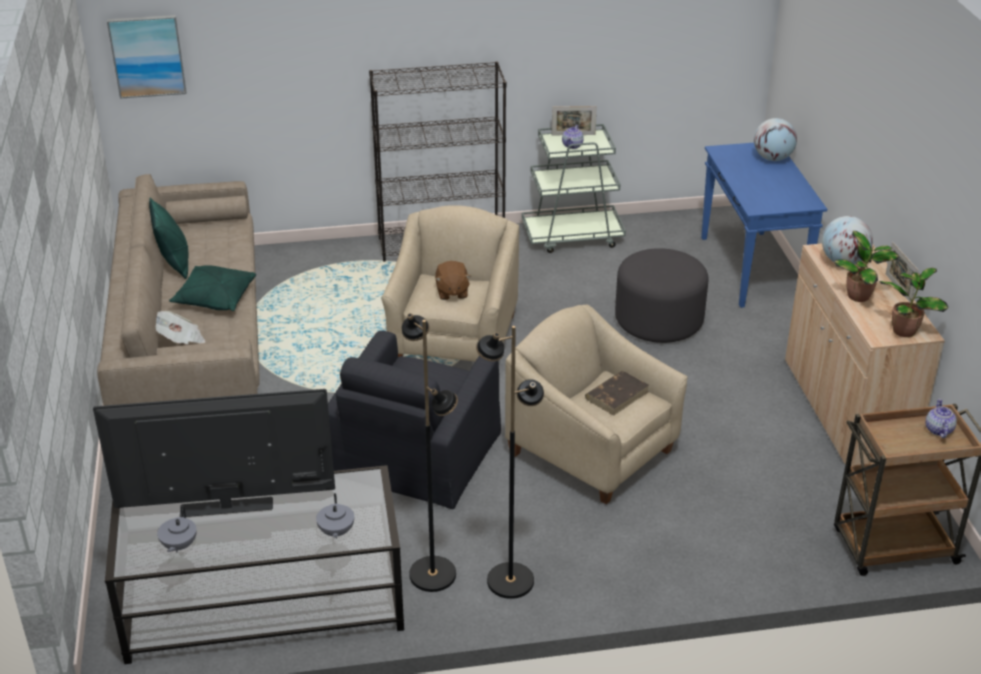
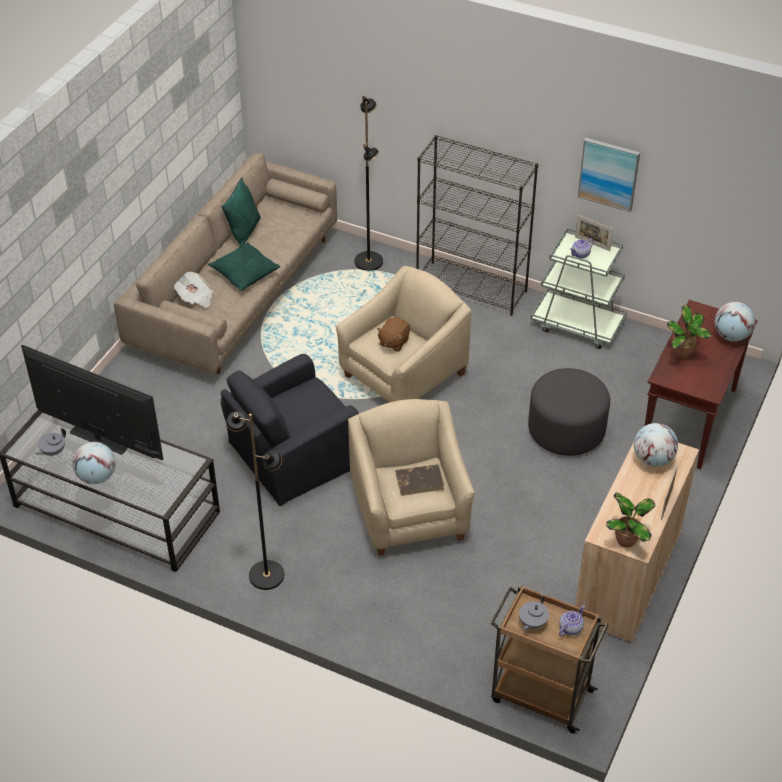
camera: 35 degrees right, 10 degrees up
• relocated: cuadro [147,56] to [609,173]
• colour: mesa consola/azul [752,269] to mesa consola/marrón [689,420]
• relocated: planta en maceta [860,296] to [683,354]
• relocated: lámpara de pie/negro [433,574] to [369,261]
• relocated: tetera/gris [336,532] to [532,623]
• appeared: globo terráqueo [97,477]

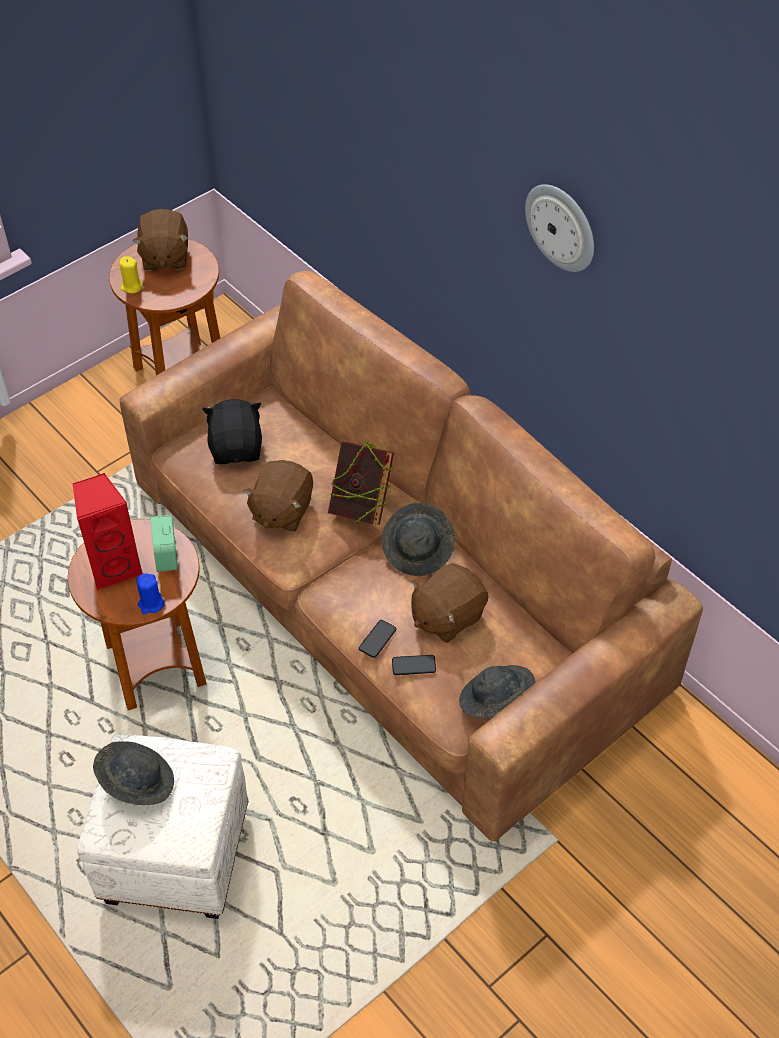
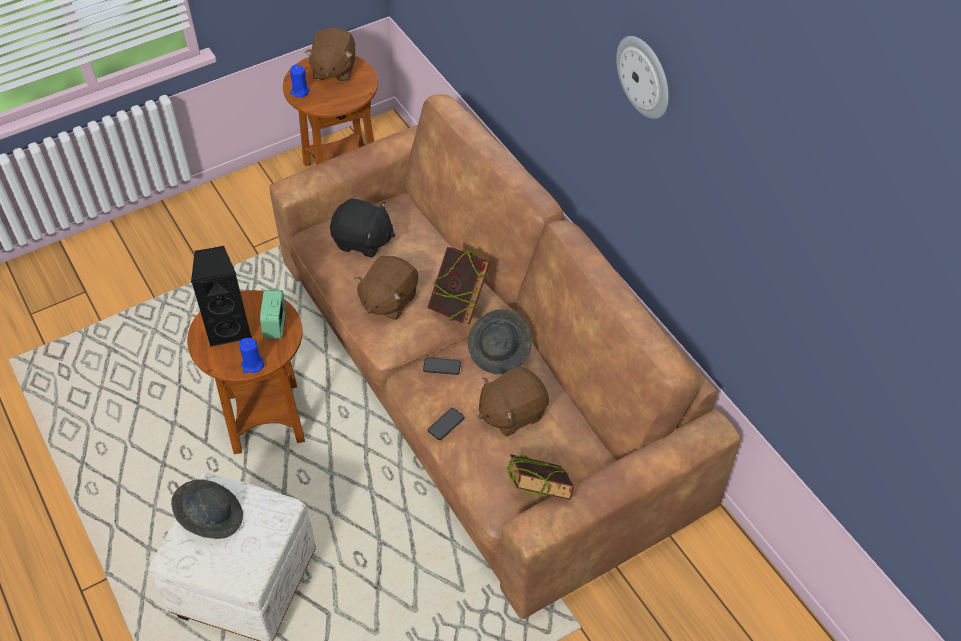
camera: 10 degrees right, 0 degrees up
• colour: vela/amarillo [131,286] to vela/azul [300,91]
• spun: peluche/negro [237,448] = [363,241] 105 degrees clockwise
• colour: altavoz/rojo [114,567] to altavoz/negro [229,328]
• relocated: móvil [413,665] to [442,366]
• exchanged: sombrero/gris [495,702] to libro [538,495]

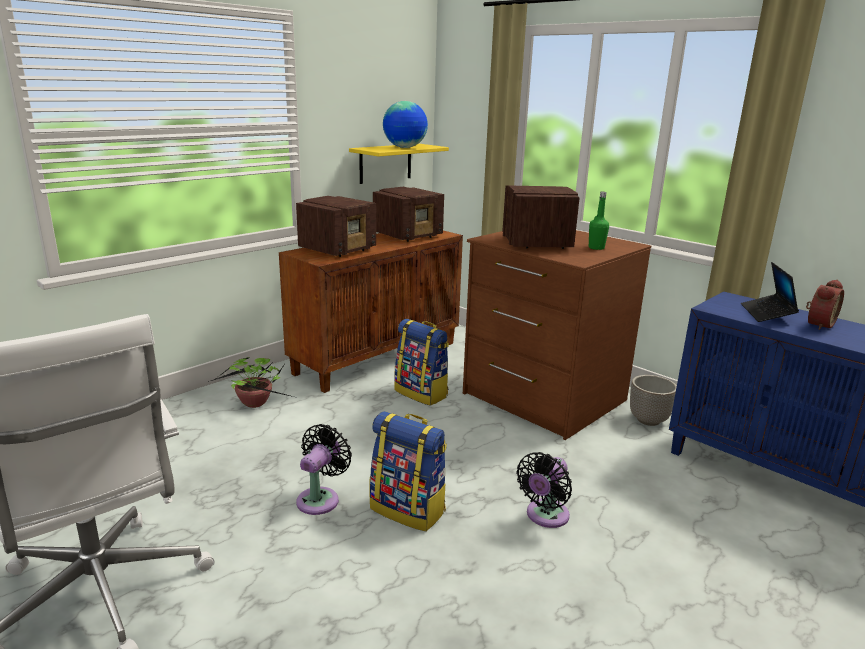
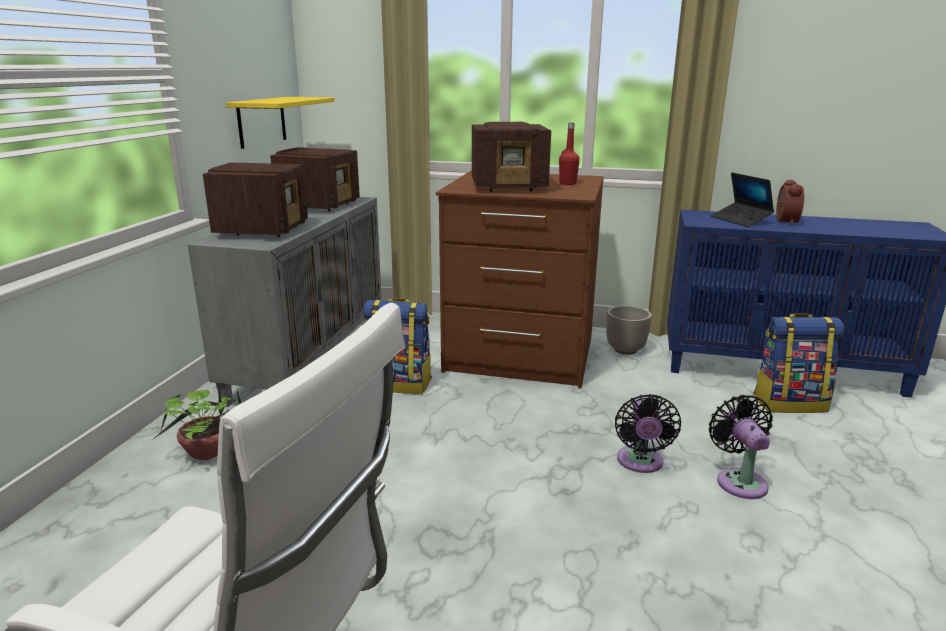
camera: 30 degrees left, 0 degrees up
• missing: globo terráqueo [405,147]
• spun: radio [536,243] = [510,187] 120 degrees clockwise
• colour: botella/verde [596,248] to botella/rojo [567,183]
• colour: armario/marrón [377,357] to armario/gris [309,359]
• relocated: mochila [409,509] to [790,403]
• relocated: ventilador/negro [320,498] to [739,480]

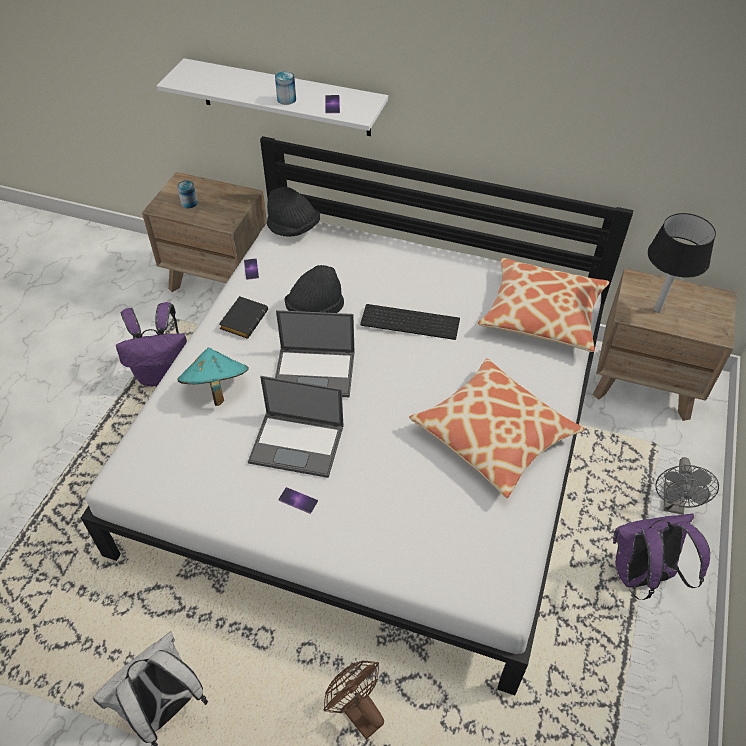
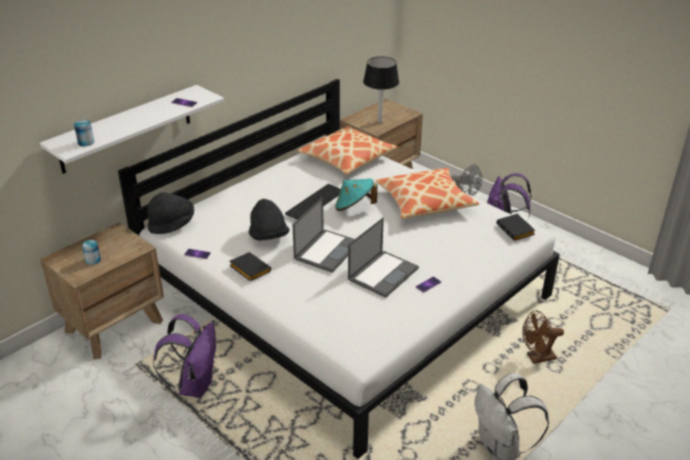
camera: 65 degrees left, 15 degrees down
• relocated: lata [286,99] to [86,142]
• relocated: sombrero/turquesa [216,388] to [354,207]
• appeared: libro/negro [516,230]

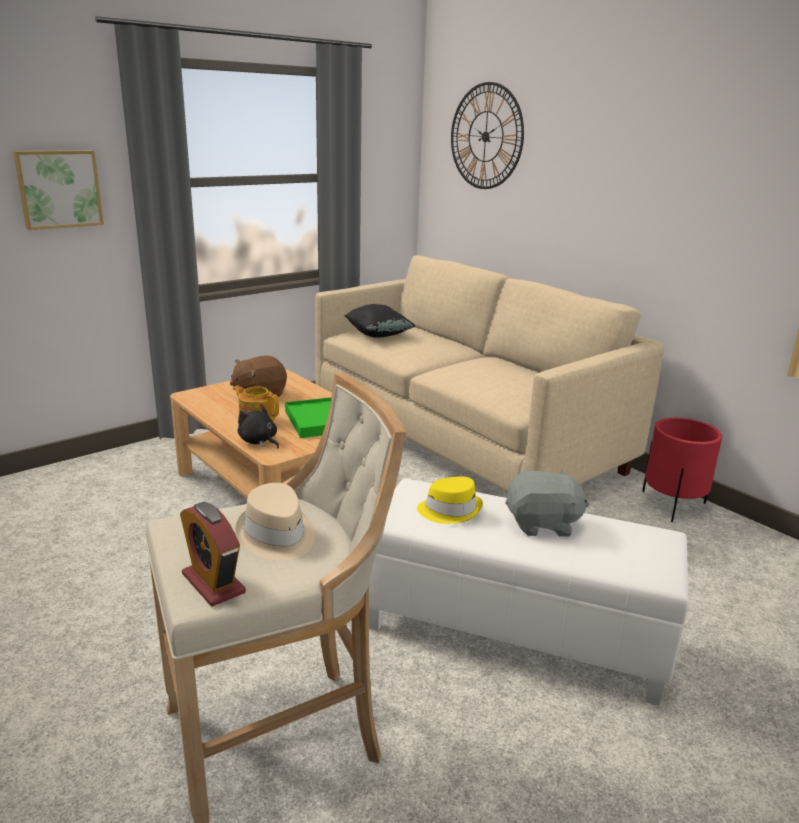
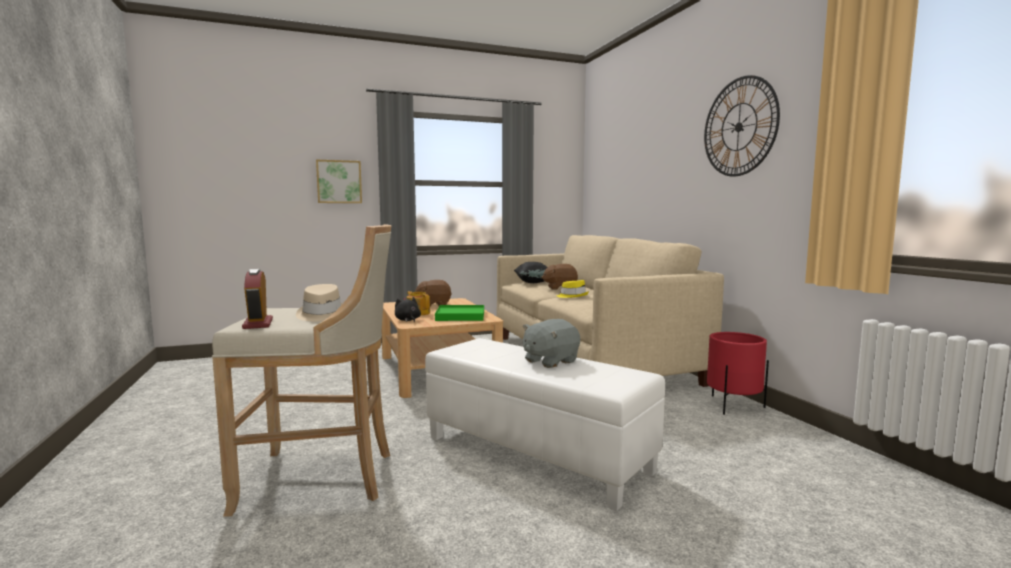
camera: 20 degrees right, 15 degrees down
• relocated: reloj de pared [486,136] to [739,127]
• spun: peluche/gris [542,524] = [550,361] 120 degrees clockwise
• relocated: sombrero/amarillo [450,510] to [572,296]
• appeared: peluche/marrón [560,288]

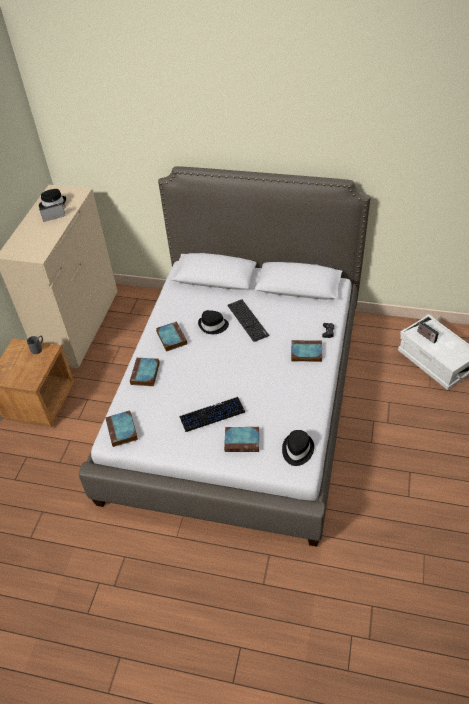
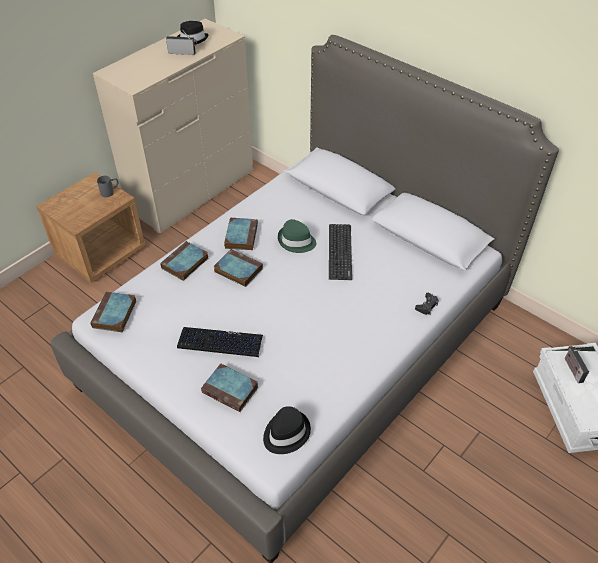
camera: 25 degrees right, 0 degrees up
• colour: sombrero/negro [213,326] to sombrero/verde [296,241]
• relocated: libro [305,353] to [237,270]

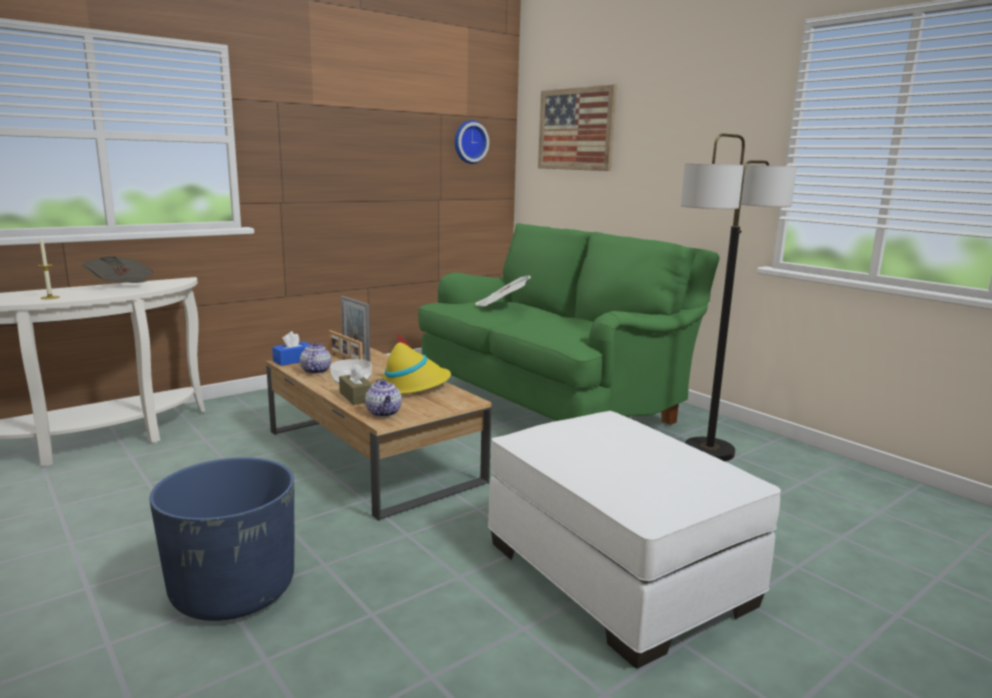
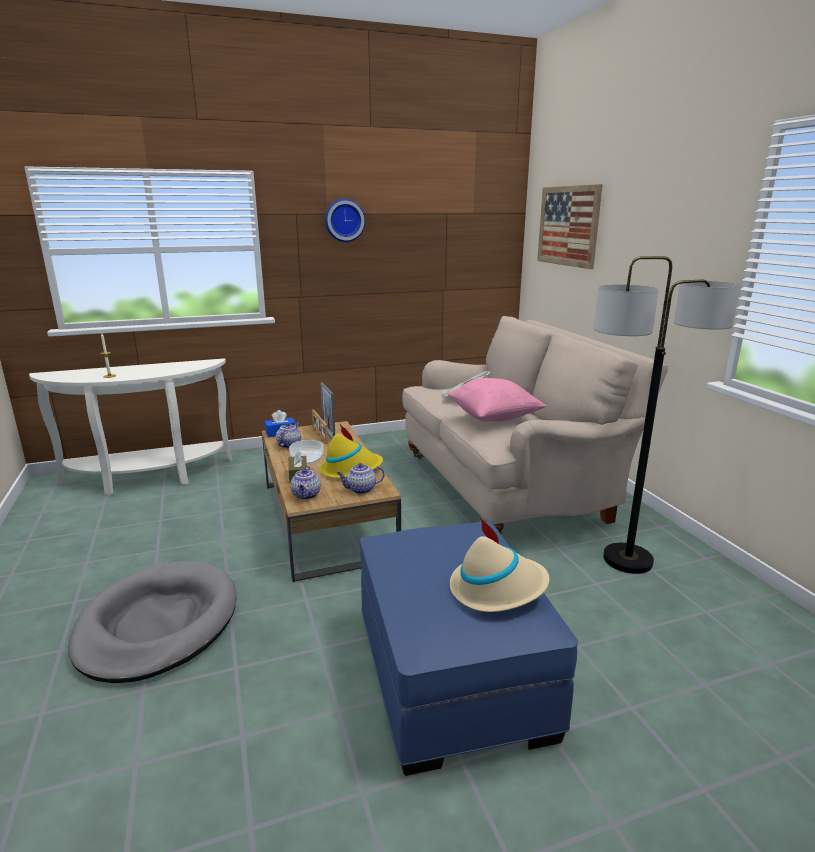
camera: 20 degrees right, 5 degrees up
• relocated: reloj de pared [469,142] to [344,220]
• colour: sofá/verde [552,404] to sofá/beis [509,486]
• missing: periódico [123,288]
• colour: puf/blanco [618,574] to puf/azul [452,676]
• exchanged: maceta/azul [233,590] to cama para perro/gris [158,624]
• appeared: cojín/rosa [494,419]
• appeared: tetera [360,489]
• appeared: sombrero/beis [497,588]

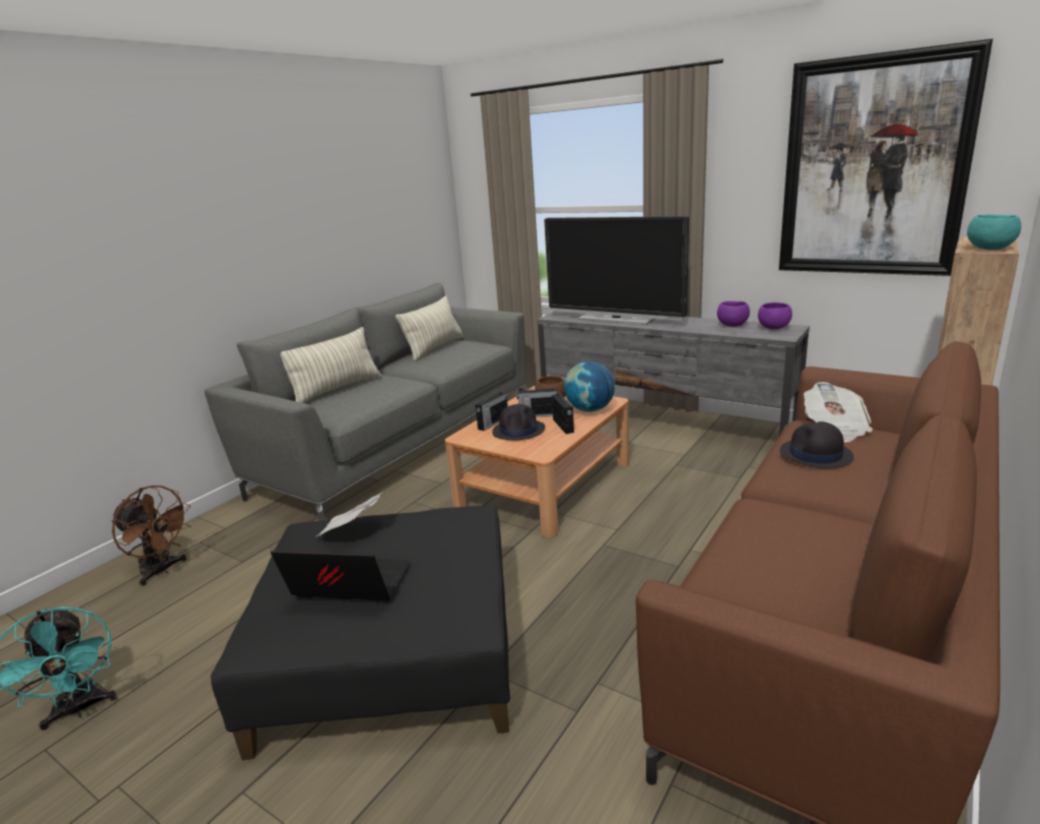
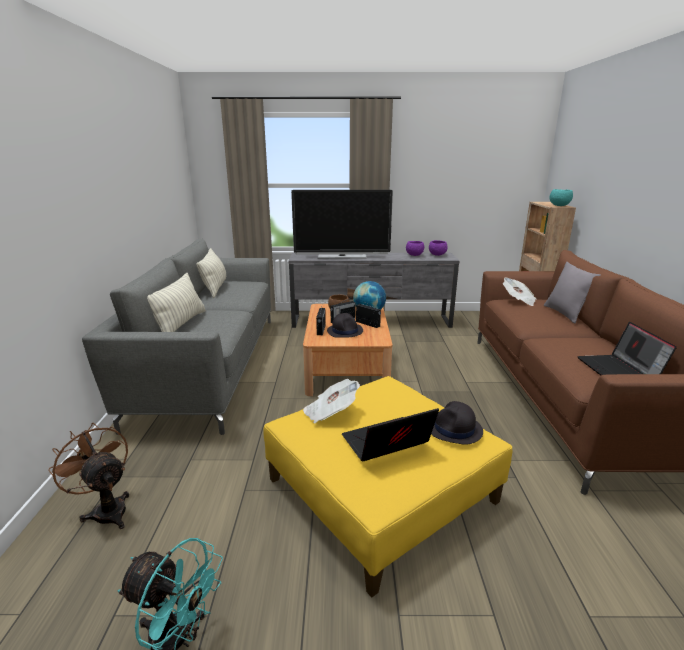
camera: 35 degrees left, 0 degrees up
• missing: cuadro [873,168]
• relocated: sombrero/negro [815,455] to [454,429]
• spun: ventilador/marrón [162,571] = [107,509] 135 degrees counterclockwise
• colour: puf/negro [391,652] to puf/amarillo [380,490]
• appeared: cojín/gris [565,314]
• appeared: portátil [619,371]

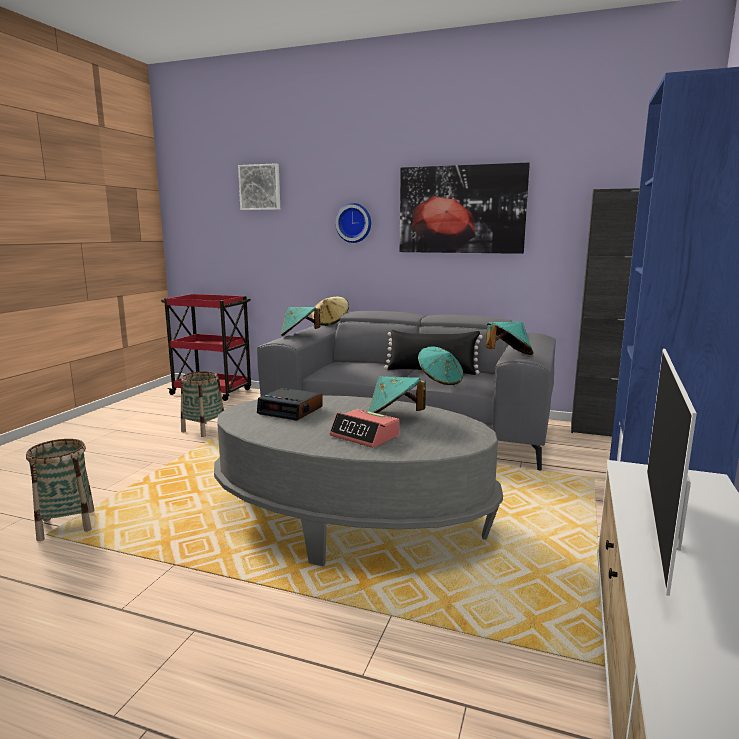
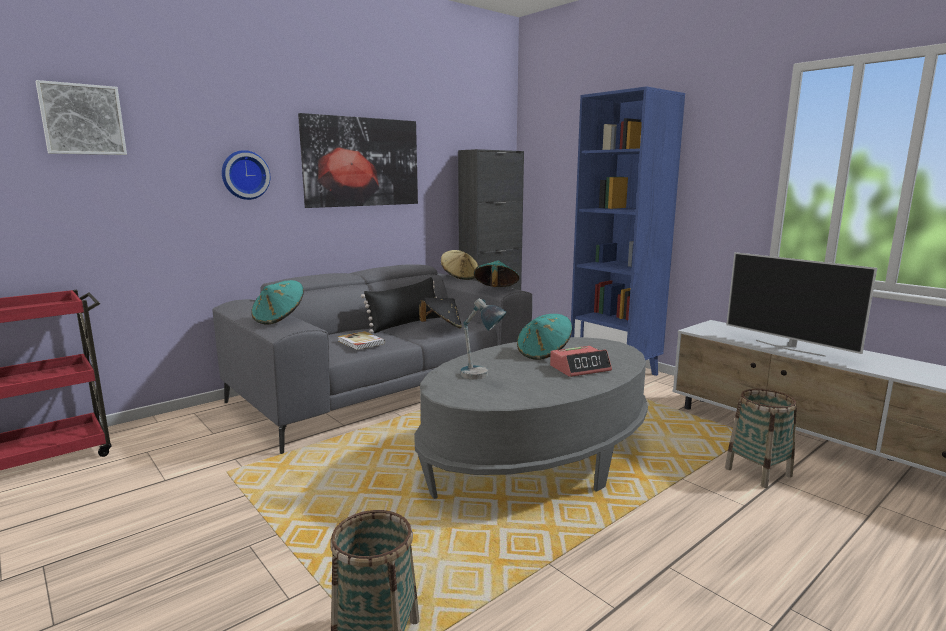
camera: 60 degrees left, 0 degrees up
• relocated: sombrero/beis [330,323] to [460,277]
• colour: sombrero/turquesa [440,380] to sombrero/negro [442,327]
• relocated: cesta [203,429] to [758,472]
• exchanged: despertador [291,410] to lámpara de mesa [481,378]
• appeared: libro [360,342]

